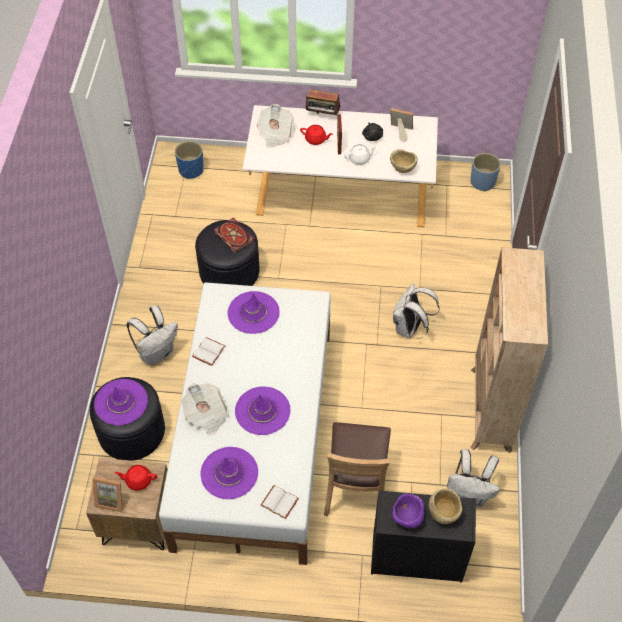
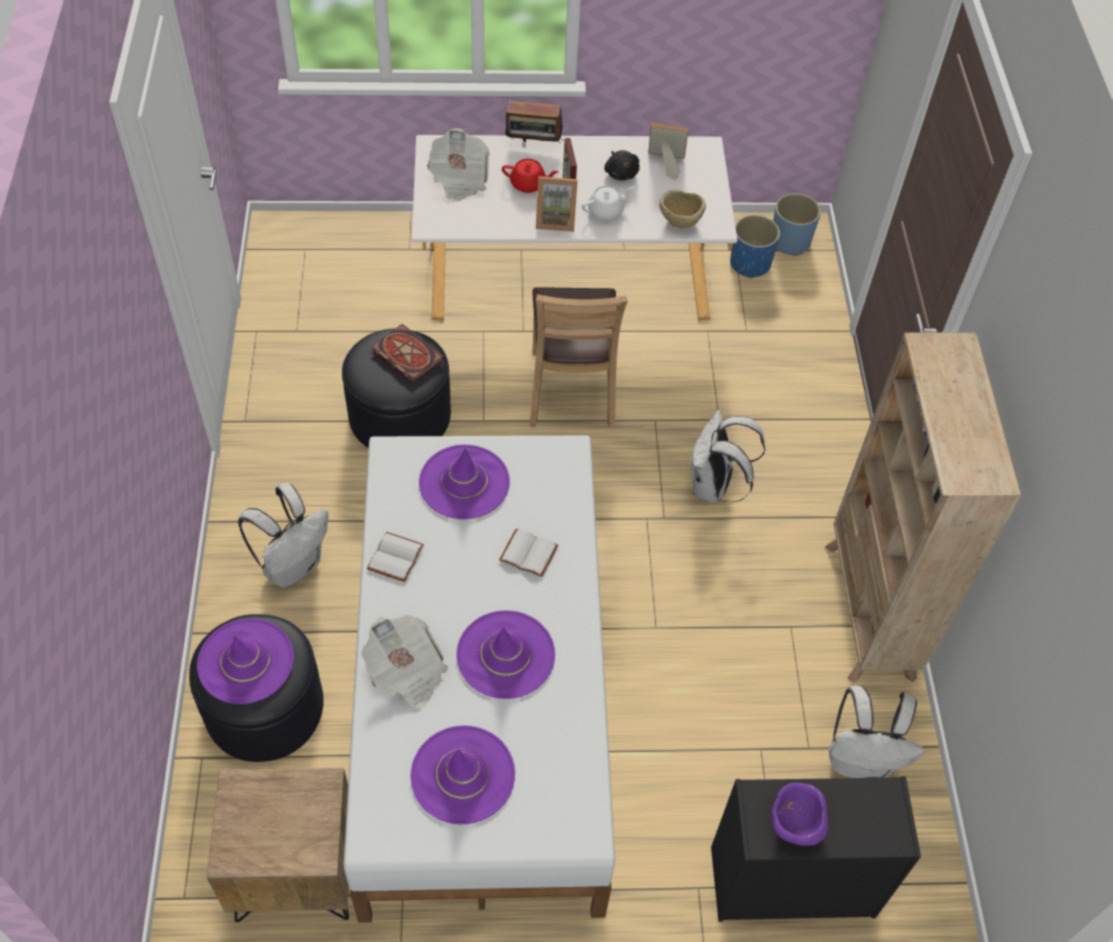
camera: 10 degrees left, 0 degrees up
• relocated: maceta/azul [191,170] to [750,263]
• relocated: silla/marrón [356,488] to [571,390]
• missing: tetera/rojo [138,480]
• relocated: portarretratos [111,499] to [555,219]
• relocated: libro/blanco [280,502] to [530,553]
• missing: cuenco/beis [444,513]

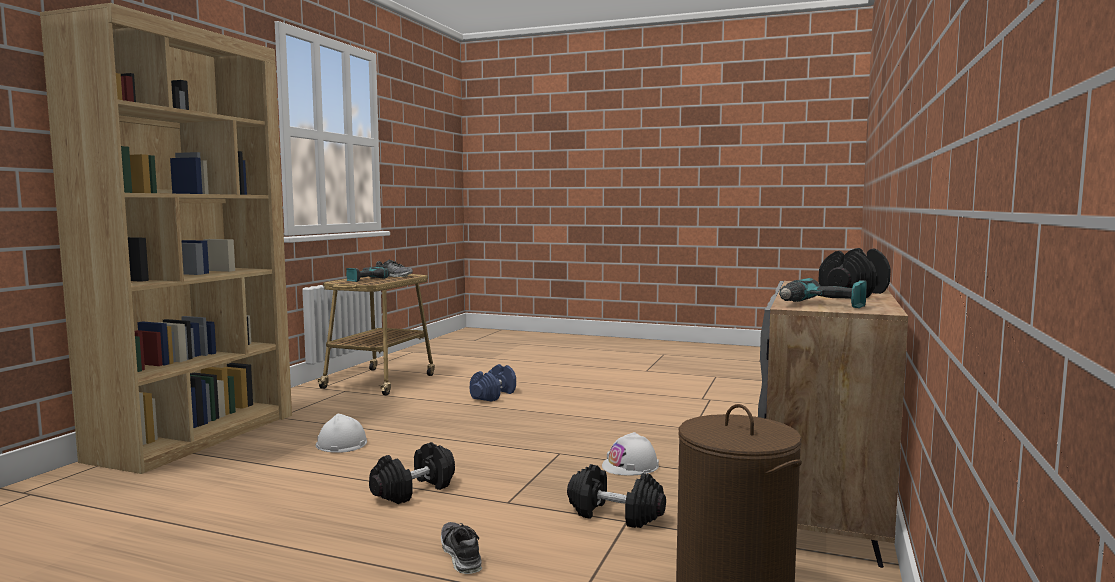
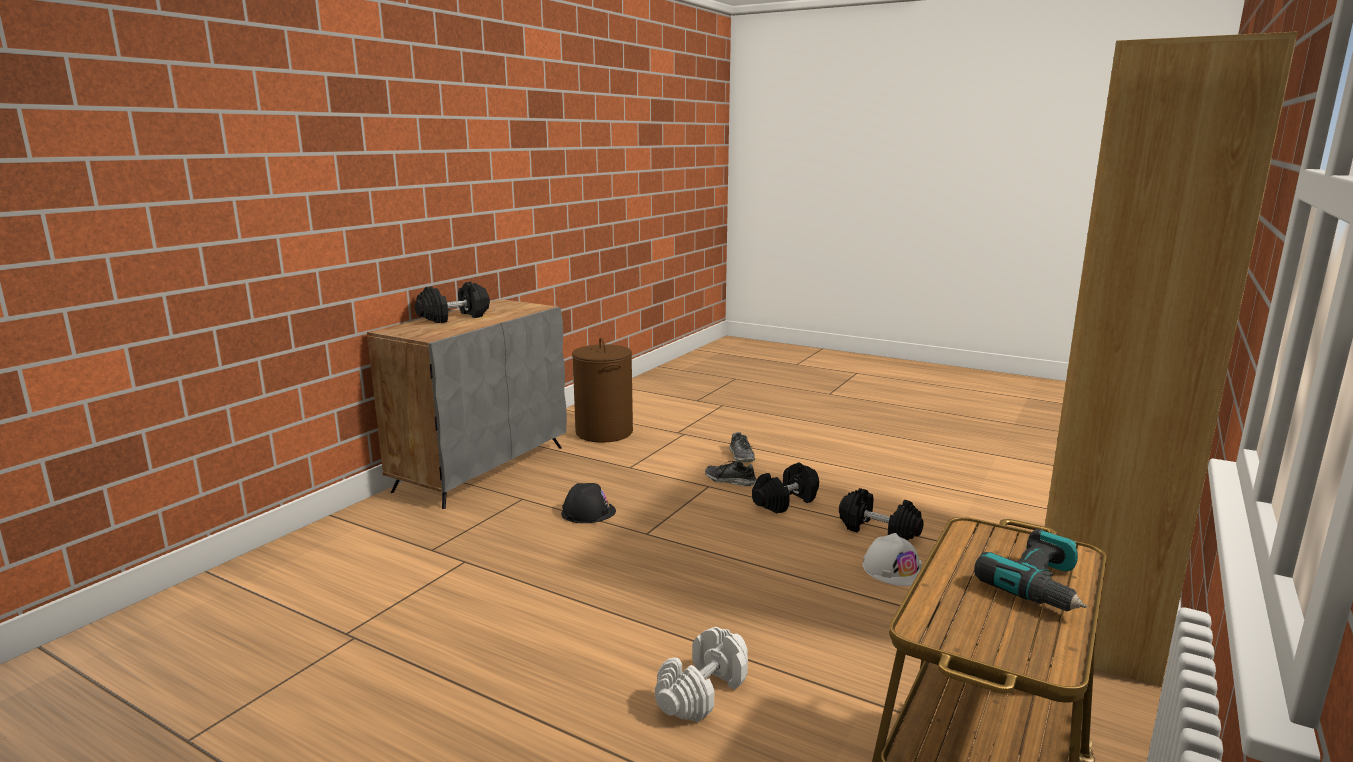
camera: 170 degrees left, 10 degrees up
• relocated: zapato [393,276] to [730,481]
• missing: taladro [822,305]
• colour: mancuerna/azul [493,395] to mancuerna/blanco [702,692]
• colour: casco/blanco [630,466] to casco/negro [588,512]
• relocated: mancuerna/negro [615,514] to [879,530]

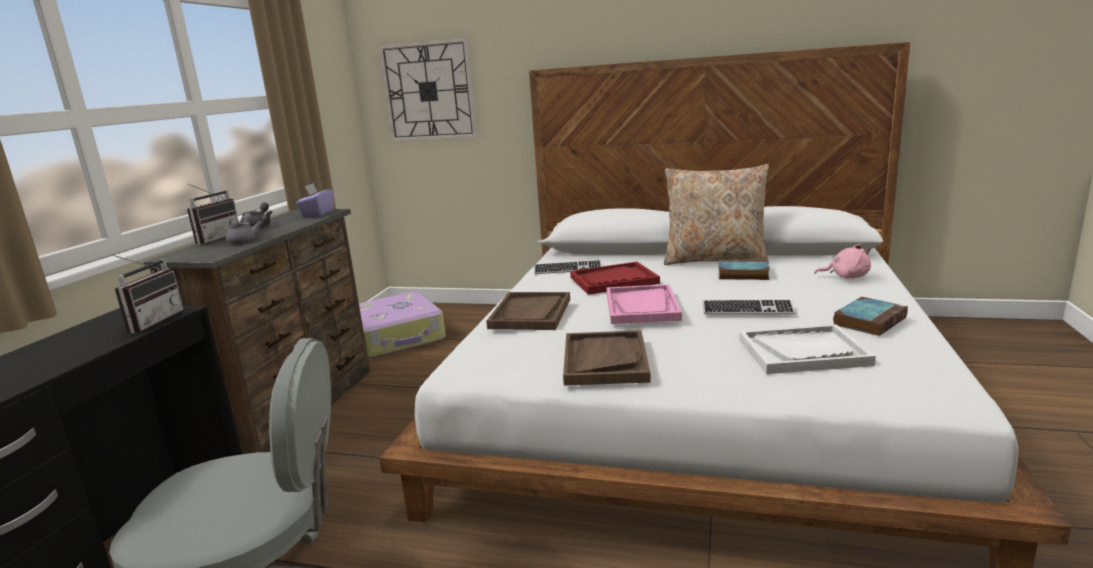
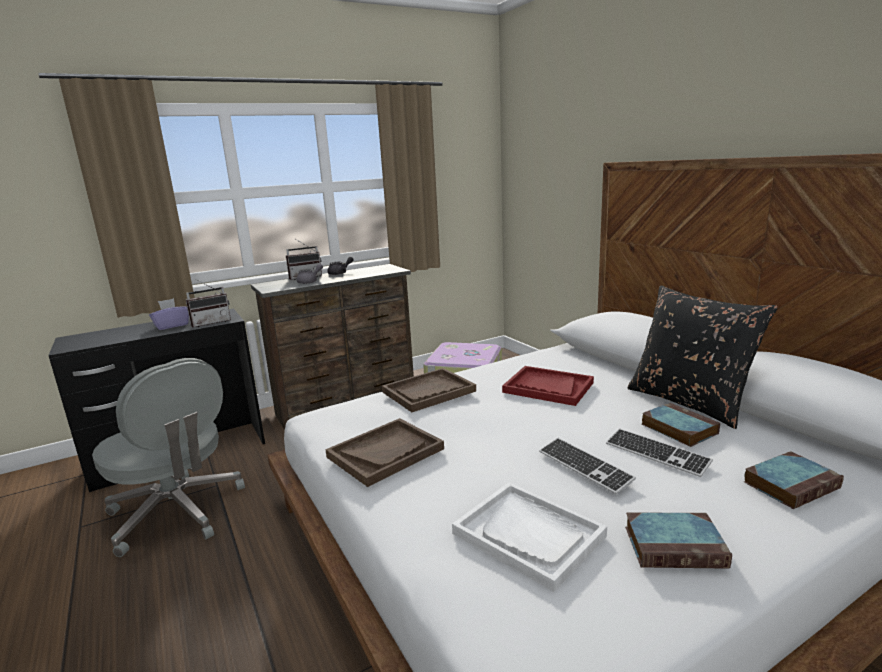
camera: 45 degrees right, 0 degrees up
• missing: reloj de pared [429,91]
• colour: cojín/beis [715,259] to cojín/negro [689,402]
• relocated: caja de pañuelos/morado [317,213] to [172,326]
• exchanged: peluche/rosa [846,277] to libro [791,484]
• relocated: teclado [568,269] to [656,454]
• missing: bandeja/rosa [642,307]

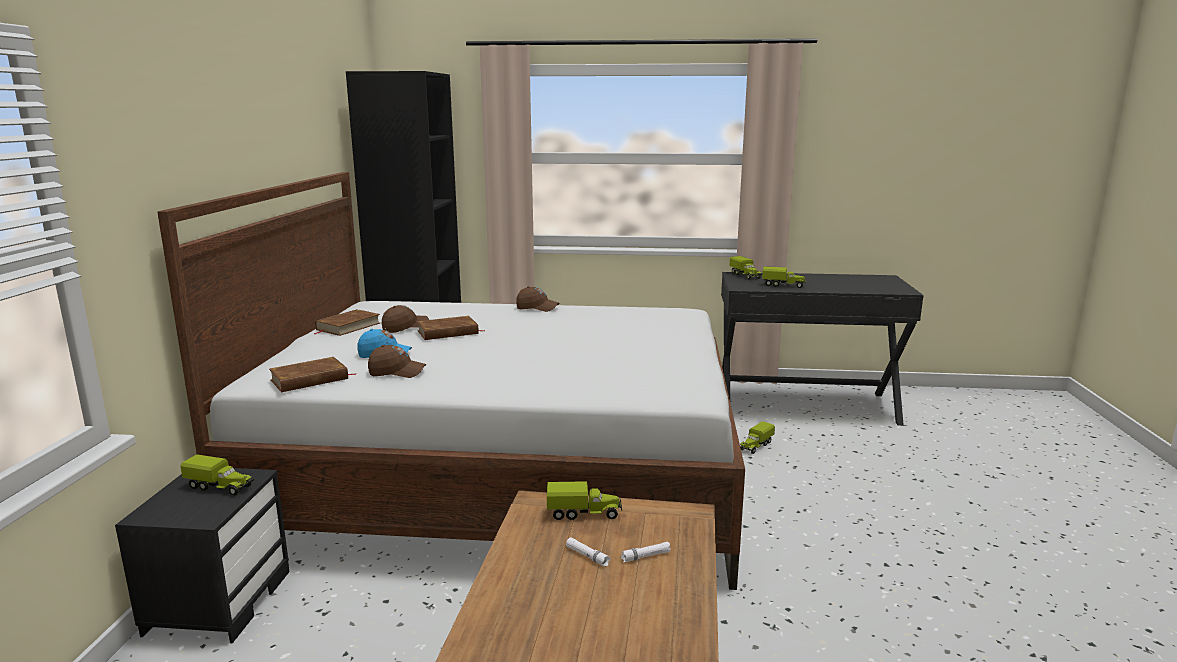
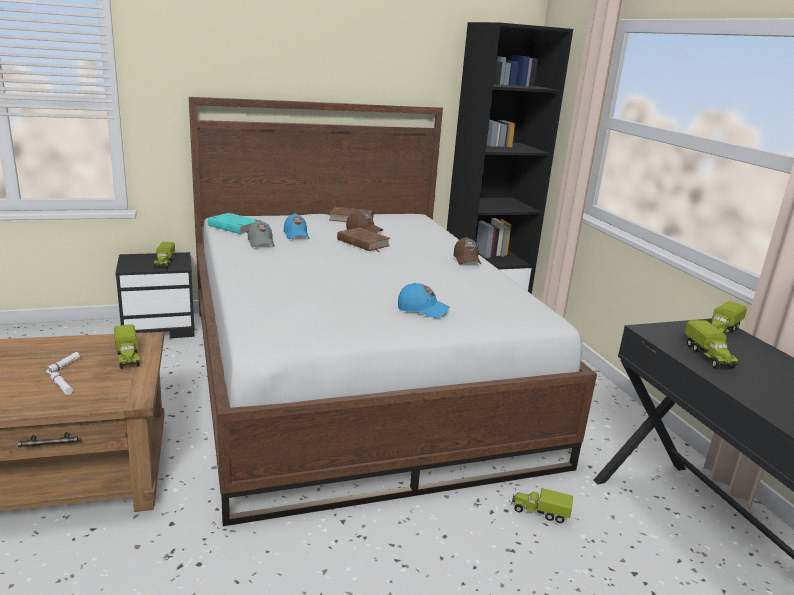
camera: 65 degrees right, 5 degrees up
• colour: gorra/marrón [397,372] to gorra/gris [261,243]
• colour: libro/marrón [310,379] to libro/turquesa [234,227]
• appeared: gorra/azul [423,310]

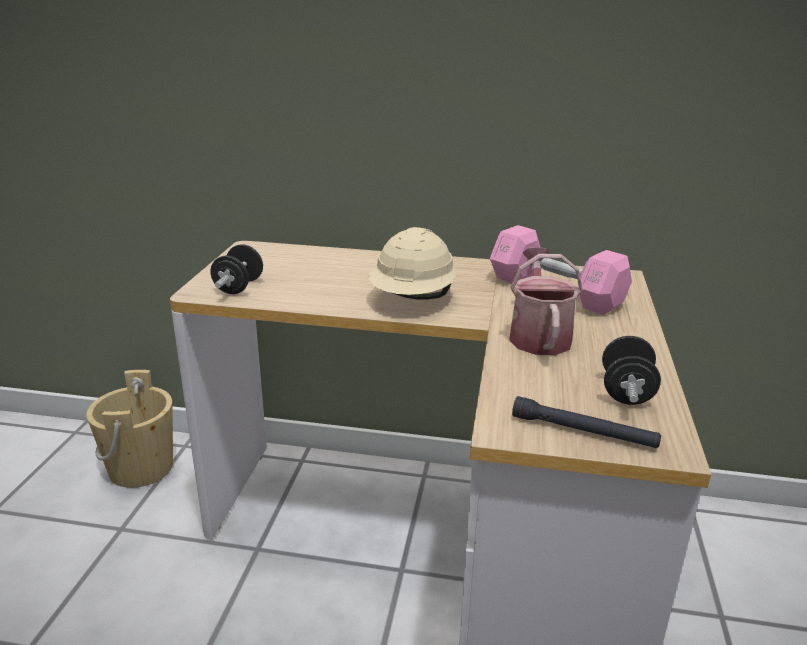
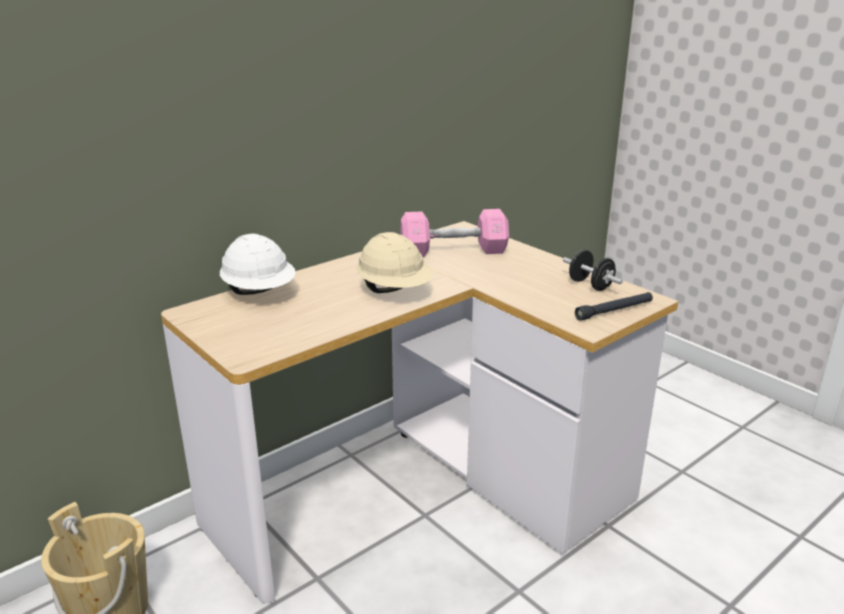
camera: 50 degrees left, 0 degrees up
• missing: mancuerna/negro [239,287]
• missing: regadera [538,335]
• appeared: casco/blanco [260,293]

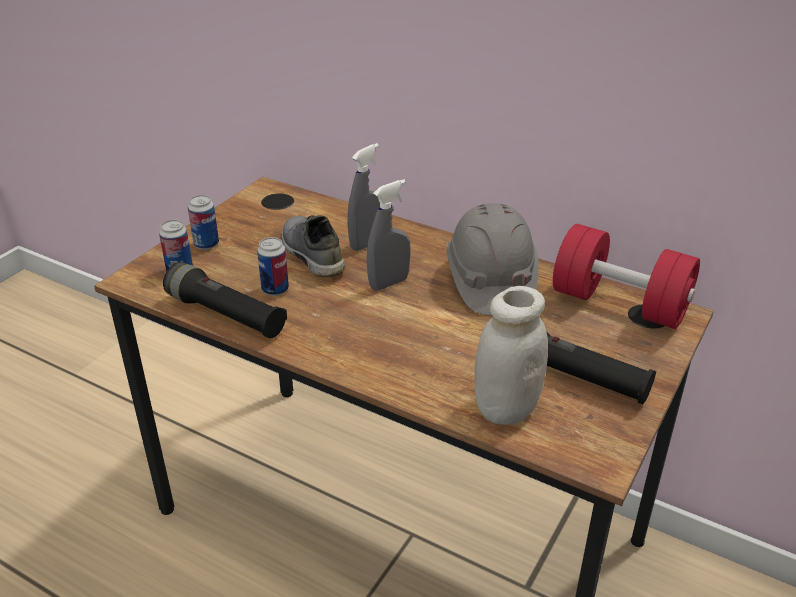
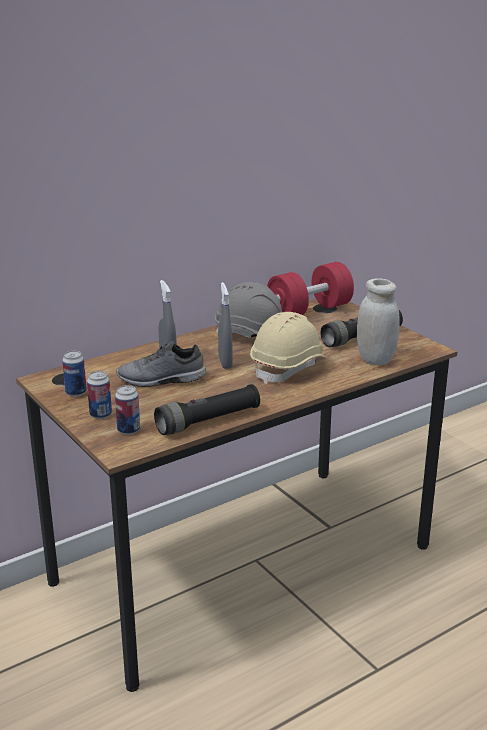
camera: 65 degrees left, 10 degrees down
• relocated: lata [275,290] to [76,392]
• appeared: casco/beis [289,367]

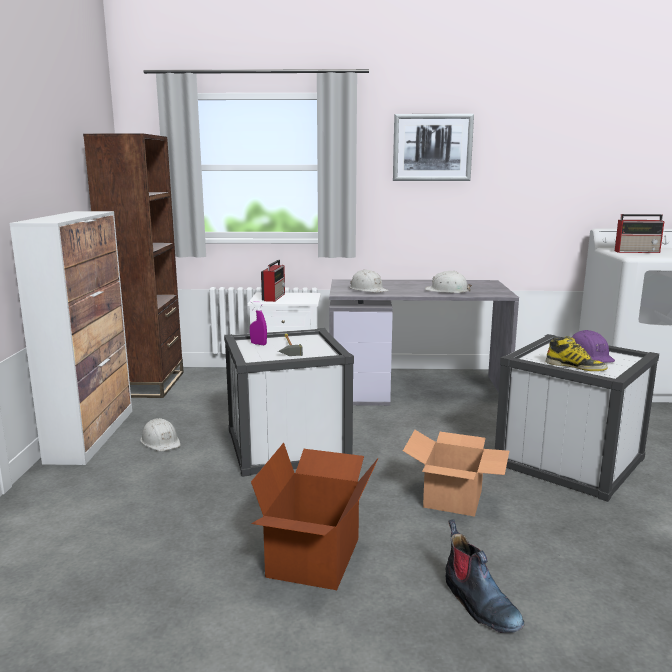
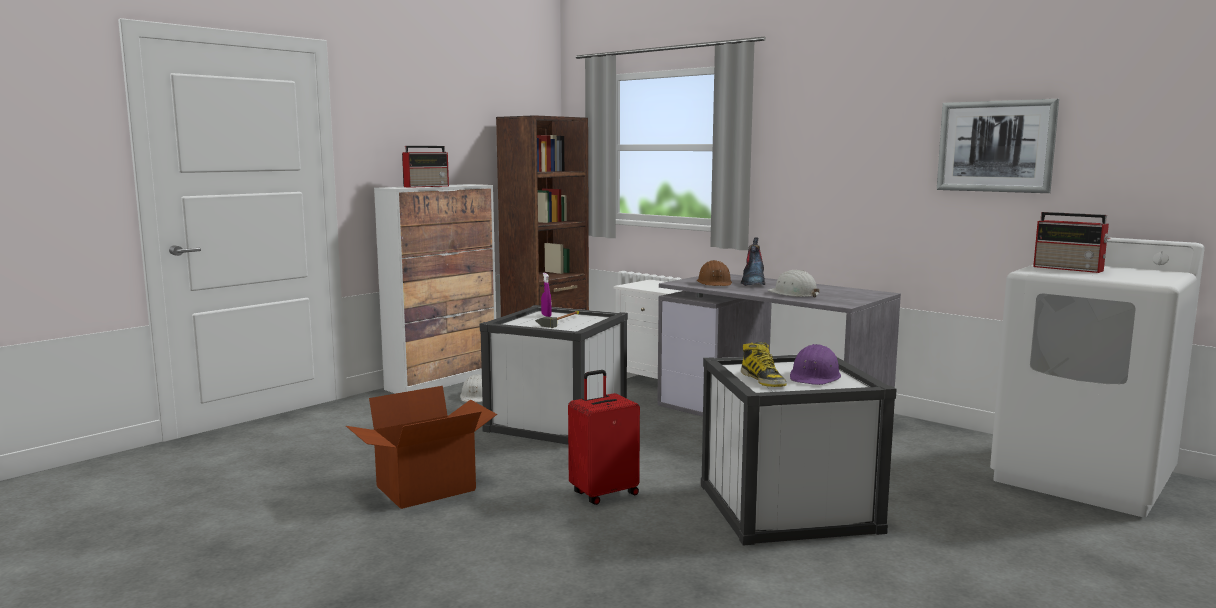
camera: 40 degrees right, 5 degrees down
• relocated: cuadro [432,147] to [995,146]
• relocated: radio [274,297] to [427,186]
• colour: casco/blanco [368,289] to casco/marrón [714,283]
• exchanged: caja de cartón [452,498] to maleta/rojo [603,493]
• relocated: bota [478,604] to [753,283]

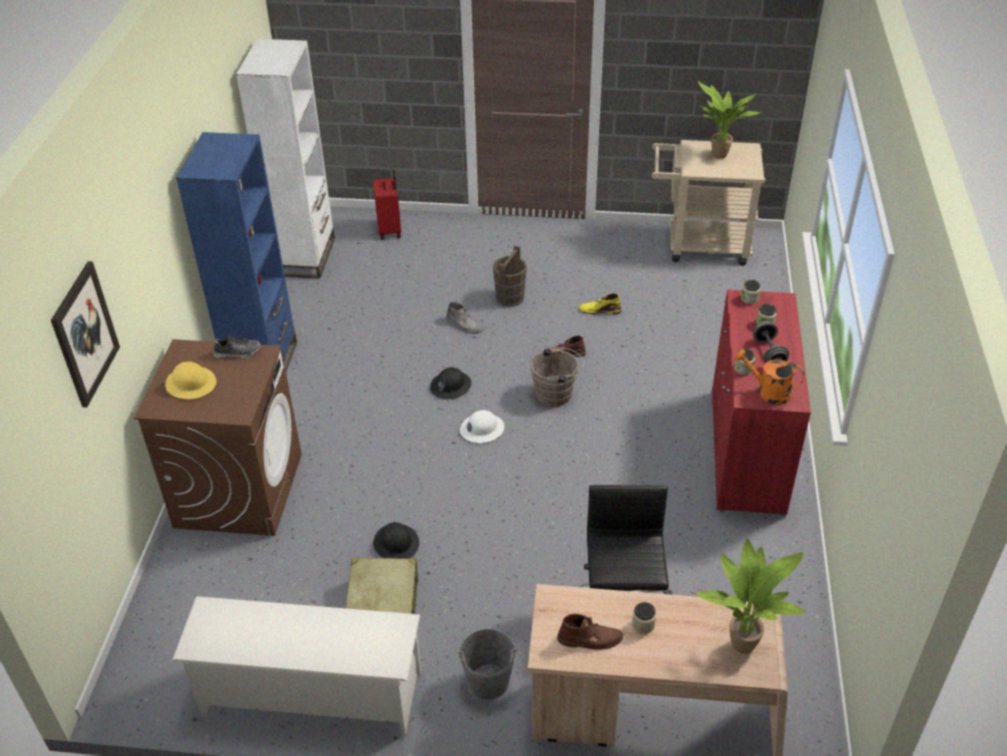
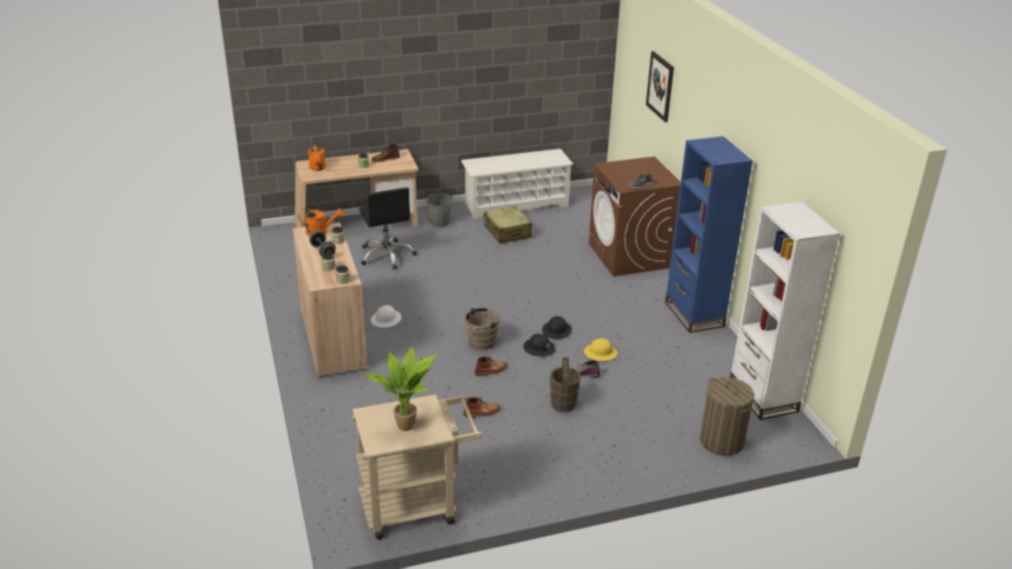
camera: 155 degrees right, 10 degrees down
• exchanged: maleta/rojo [390,230] to cesto de la ropa [721,441]
• colour: armario/rojo [746,450] to armario/beis [333,339]
• colour: bota/amarillo [599,310] to bota/marrón [482,412]
• relocated: casco/amarillo [191,384] to [600,353]
• relocated: casco/blanco [482,429] to [386,319]
• relocated: casco/negro [396,543] to [539,348]
• exchanged: planta en maceta [741,641] to regadera/naranja [318,168]

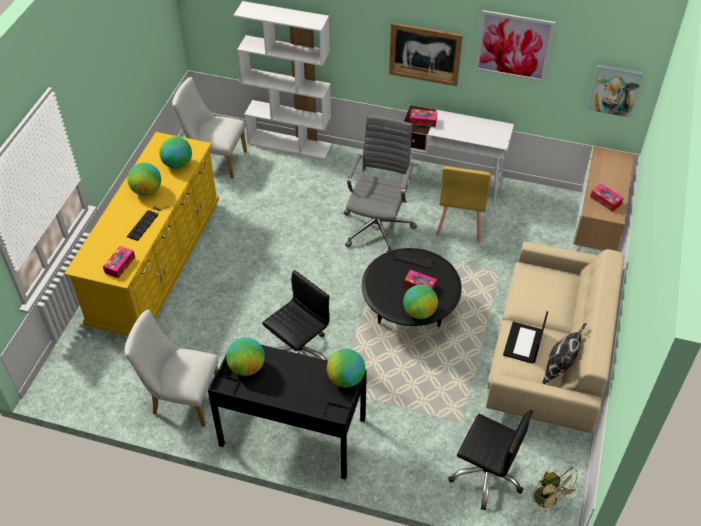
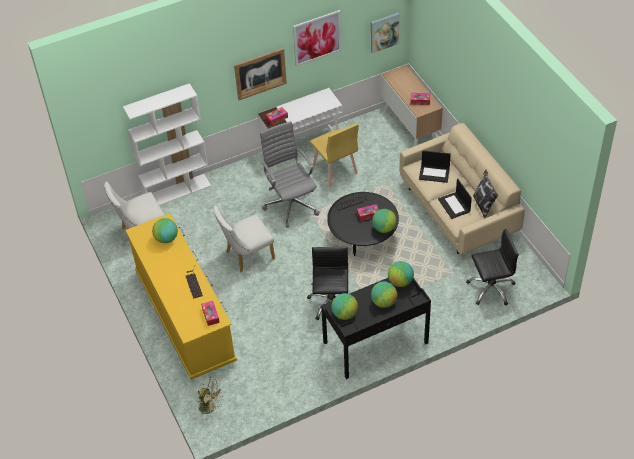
camera: 40 degrees left, 0 degrees up
• relocated: globo terráqueo [147,191] to [384,302]
• relocated: silla/blanco [181,398] to [246,256]
• relocated: ventilador/beis [549,502] to [210,407]
• appeared: portátil [434,173]

